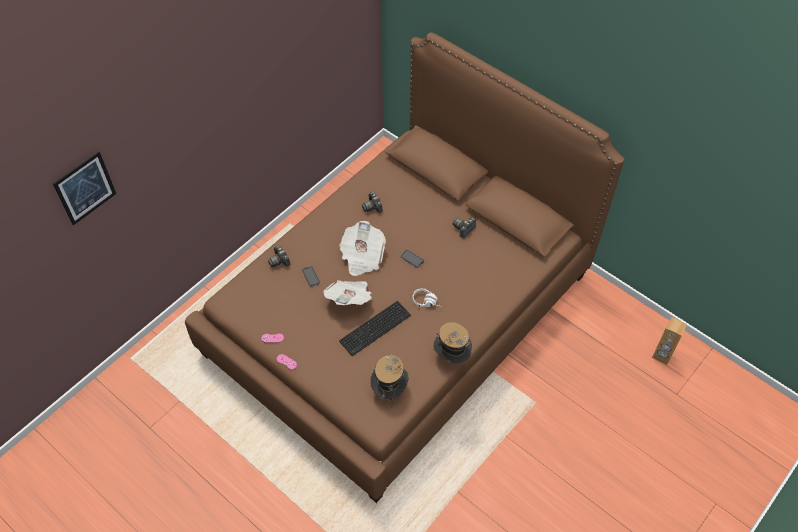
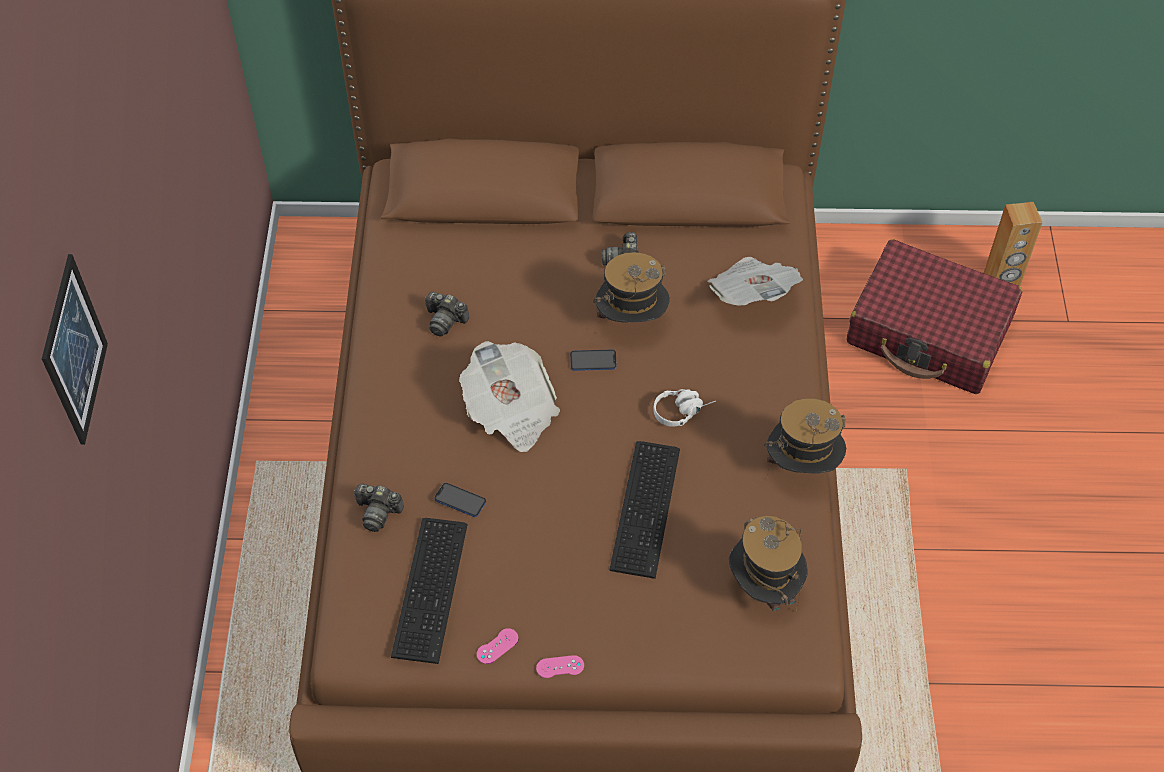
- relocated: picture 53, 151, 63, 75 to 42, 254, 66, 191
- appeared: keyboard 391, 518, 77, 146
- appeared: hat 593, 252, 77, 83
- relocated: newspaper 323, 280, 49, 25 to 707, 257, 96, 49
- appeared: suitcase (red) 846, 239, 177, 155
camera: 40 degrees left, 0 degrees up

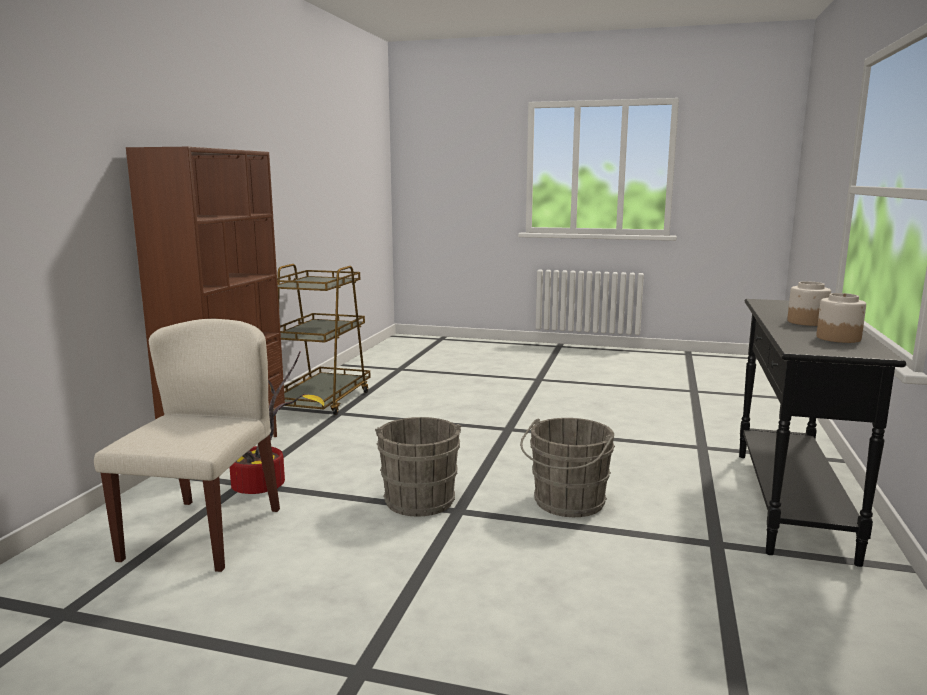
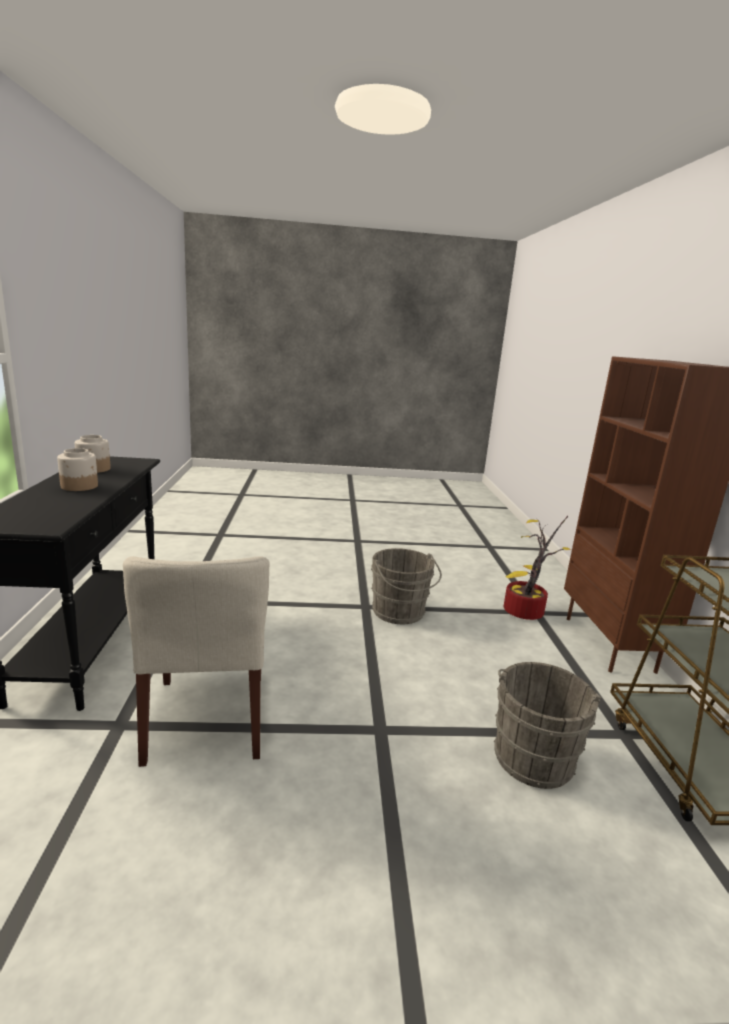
- relocated: chair (beige) 94, 319, 186, 253 to 123, 556, 146, 211
- relocated: bucket (grey) 520, 418, 95, 99 to 494, 662, 107, 127
camera: 160 degrees right, 5 degrees up

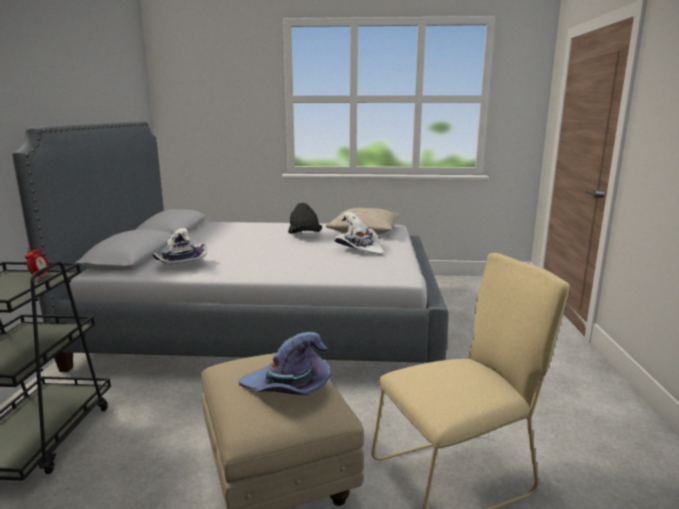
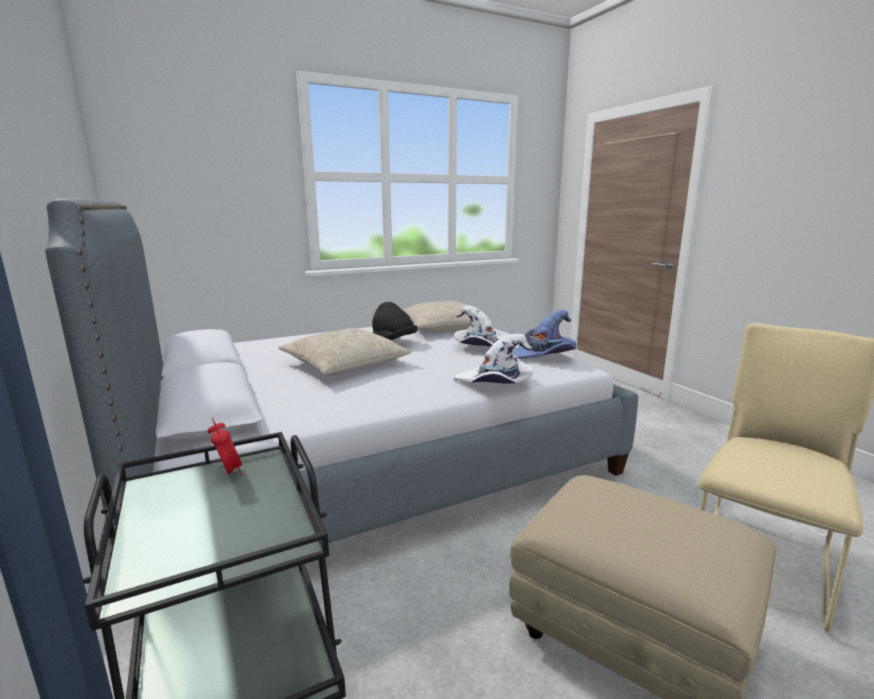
- appeared: pillow (beige) 278, 328, 134, 47
- relocated: hat (white) 153, 228, 54, 36 to 453, 334, 80, 49
- relocated: hat (purple) 239, 332, 91, 63 to 513, 310, 63, 49
camera: 30 degrees left, 0 degrees up

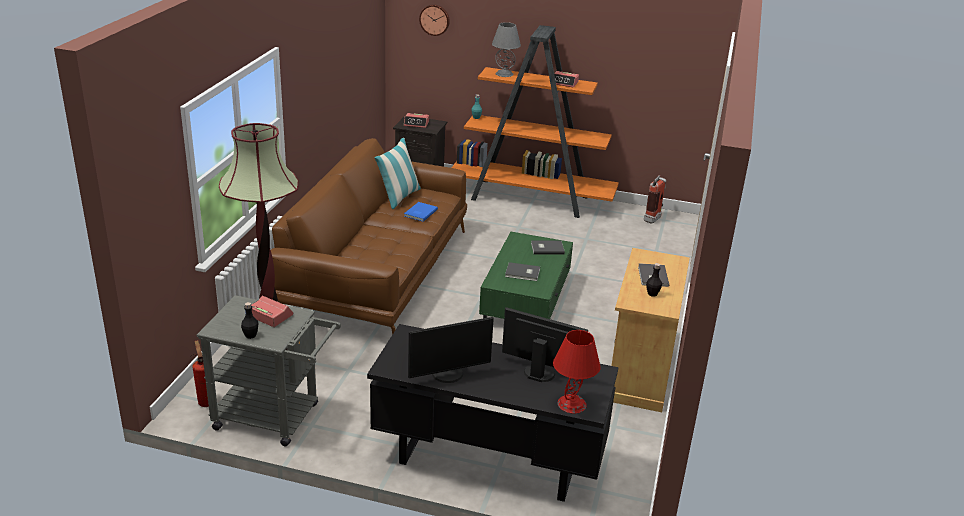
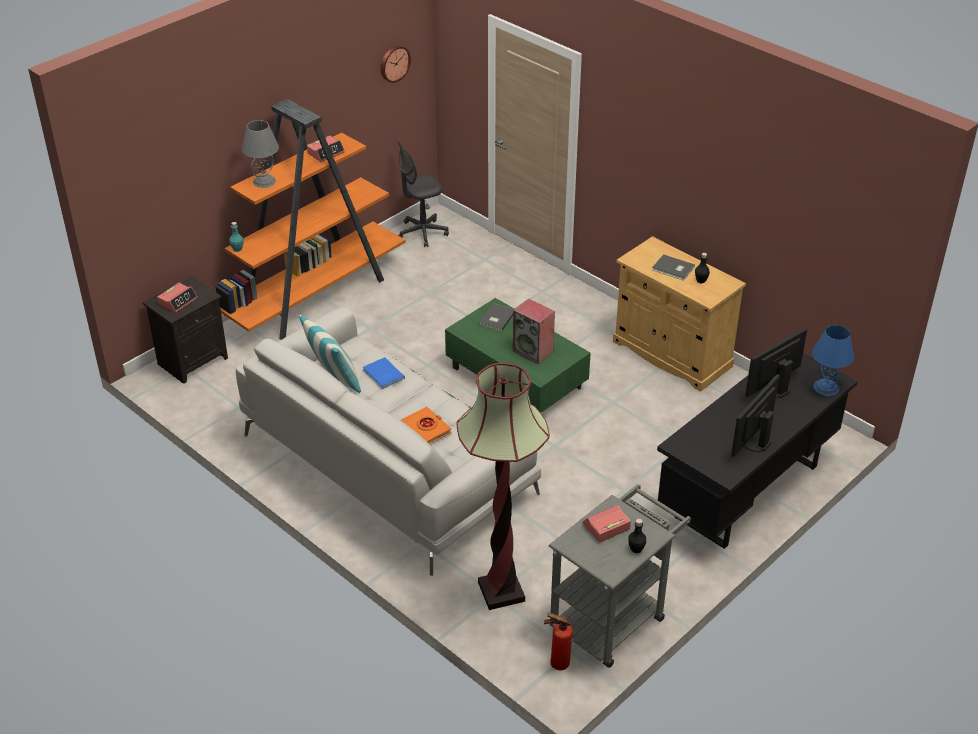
- colour: sofa (brown) 271, 138, 196, 197 to sofa (white) 236, 307, 305, 269
- relocated: wall clock 419, 4, 31, 32 to 381, 45, 30, 38
- exchanged: fire extinguisher 644, 175, 22, 48 to office chair (grey) 397, 140, 52, 107
- appeared: book (orange) 401, 407, 51, 37
- exchanged: book (grey) 505, 262, 35, 19 to speaker 513, 299, 42, 65
- spun: monitor 408, 317, 86, 66 = 731, 374, 49, 83 150 degrees counterclockwise
- colour: table lamp (red) 553, 330, 48, 84 to table lamp (blue) 812, 325, 42, 71
camera: 60 degrees left, 10 degrees up

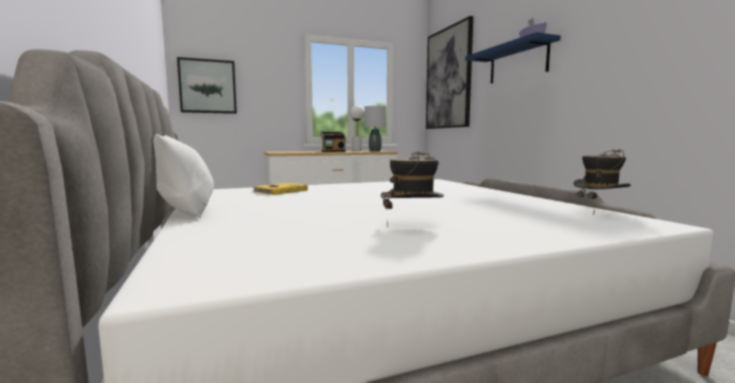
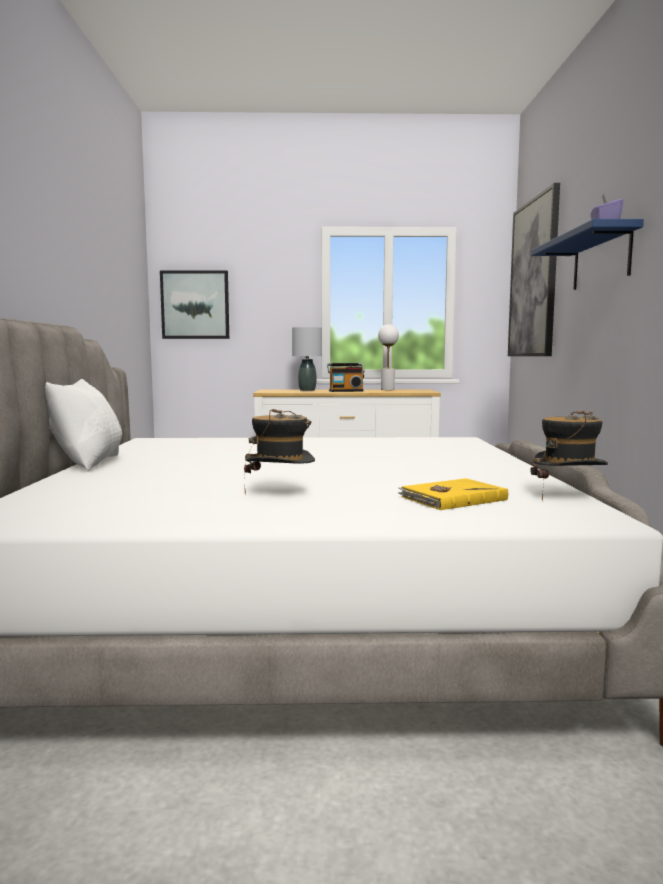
- relocated: table lamp (grey) 365, 106, 21, 46 to 292, 327, 30, 64
- relocated: book (yellow) 252, 183, 56, 12 to 398, 478, 110, 32
camera: 20 degrees right, 0 degrees up

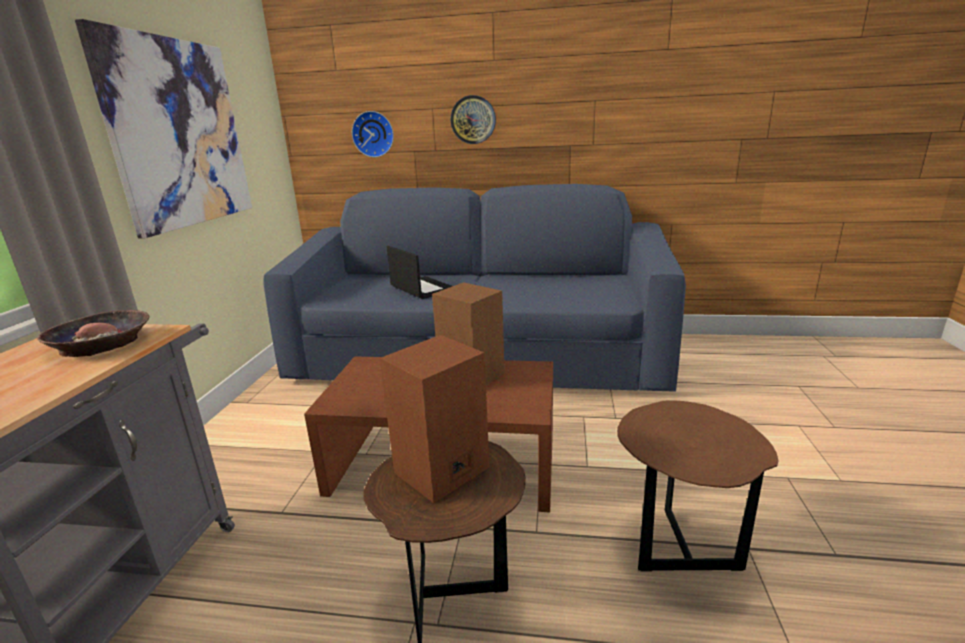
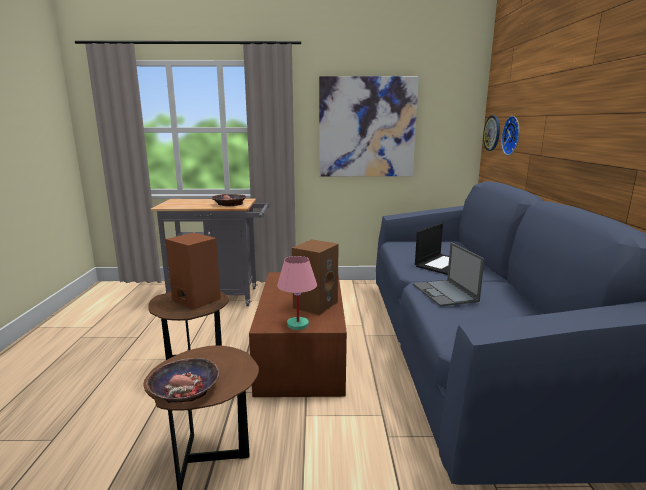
- appeared: bowl 146, 358, 74, 45
- appeared: table lamp (pink) 277, 256, 40, 74
- appeared: laptop 413, 242, 72, 65
- relocated: wall clock 451, 95, 45, 49 to 483, 115, 17, 36
camera: 80 degrees right, 5 degrees down

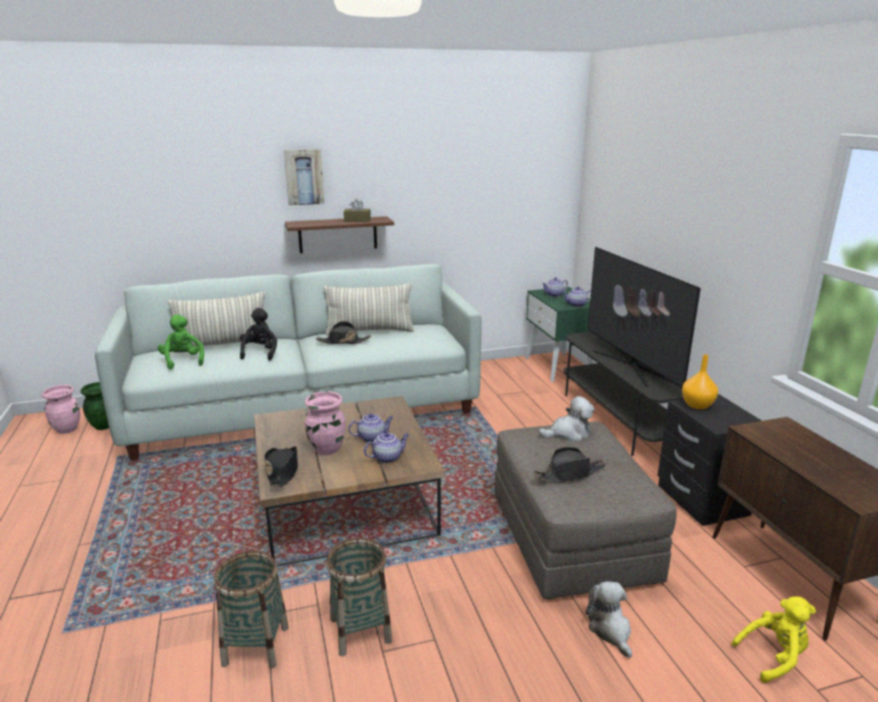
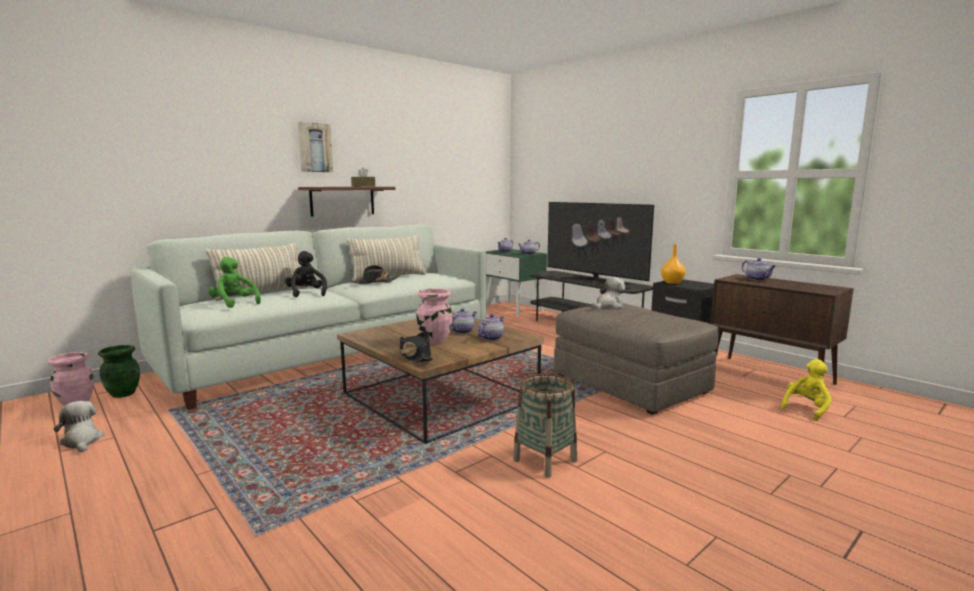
- relocated: plush toy 586, 581, 46, 77 to 54, 401, 50, 51
- appeared: teapot 742, 258, 34, 23
- missing: basket 214, 550, 75, 118
- missing: hat (black) 533, 447, 73, 36
camera: 25 degrees left, 10 degrees down

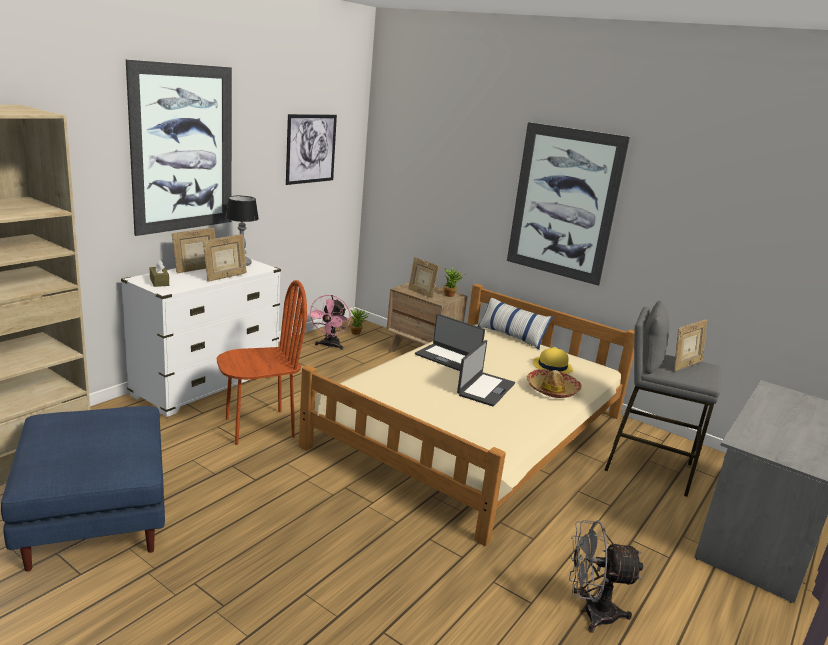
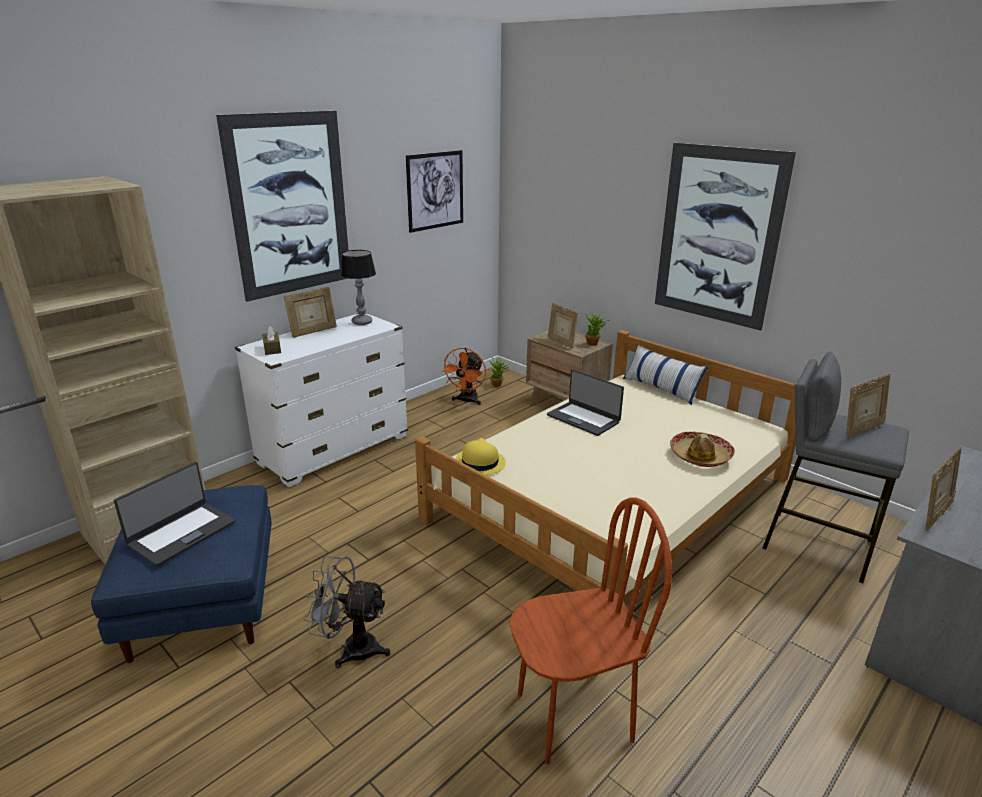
- relocated: laptop 457, 340, 58, 66 to 114, 462, 121, 104
- relocated: fan (grey) 569, 520, 74, 113 to 303, 556, 88, 112
- colour: fan (pink) 308, 295, 43, 55 to fan (orange) 441, 348, 45, 57
- relocated: hat (yellow) 533, 347, 40, 27 to 456, 438, 50, 37
- relocated: chair (brown) 217, 280, 90, 165 to 509, 497, 163, 267
- relocated: picture frame 203, 234, 44, 48 to 925, 446, 37, 85
camera: 10 degrees right, 5 degrees up

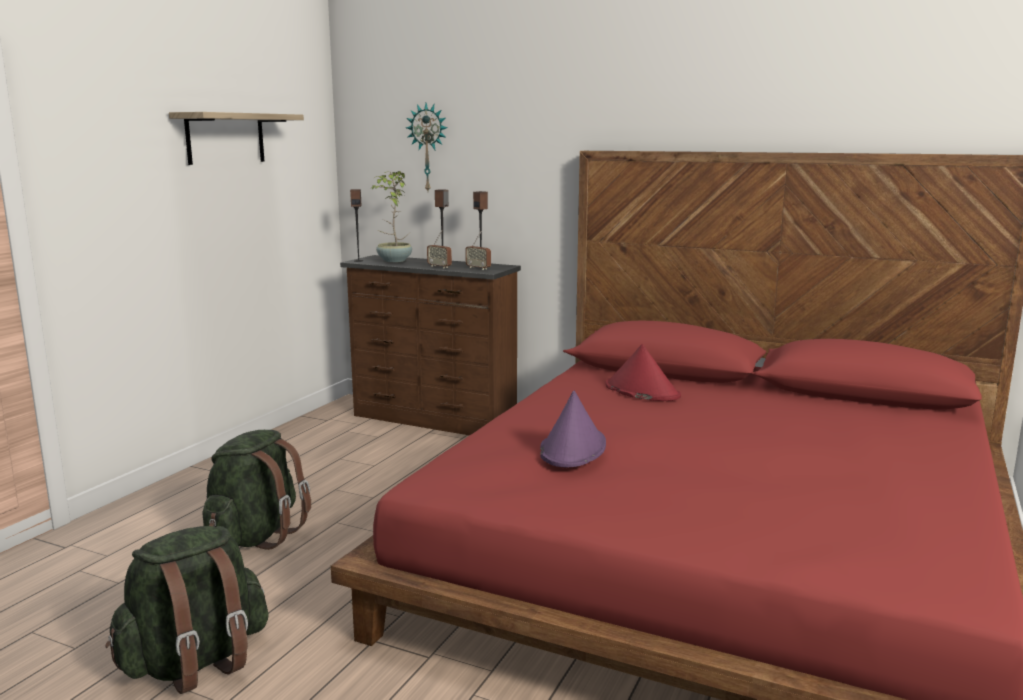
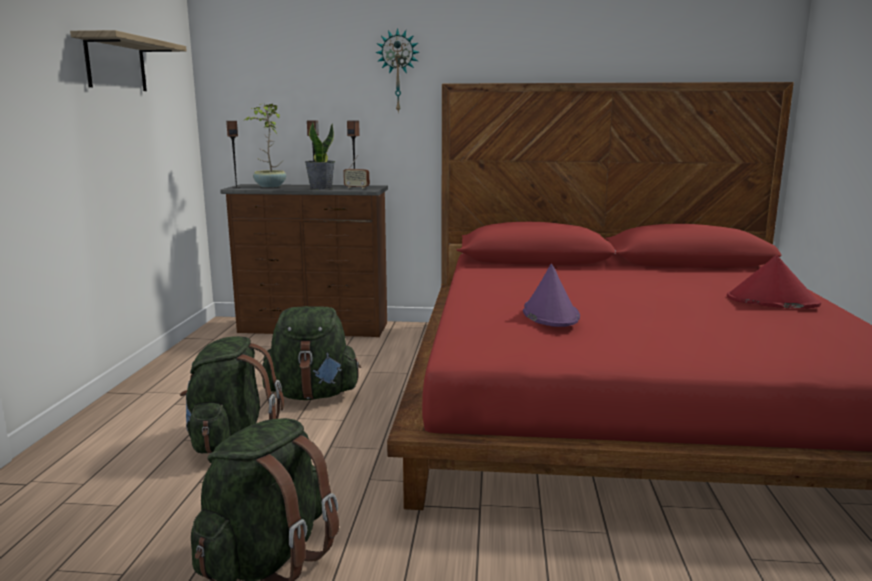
- appeared: backpack (green) 262, 306, 99, 94
- exchanged: radio 427, 230, 25, 39 to potted plant 305, 121, 30, 69
- relocated: wall clock 406, 103, 42, 88 to 375, 28, 44, 86
- relocated: hat (red) 605, 344, 76, 57 to 727, 255, 94, 54
camera: 20 degrees left, 0 degrees up

